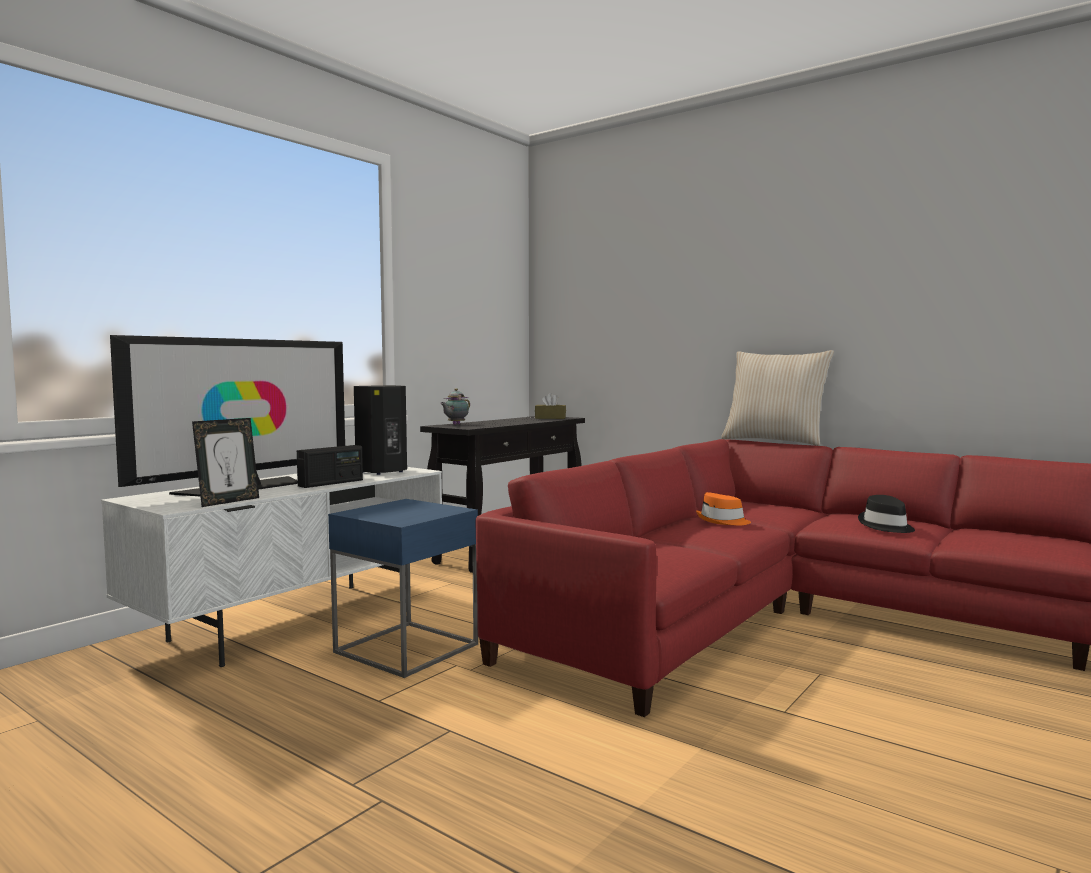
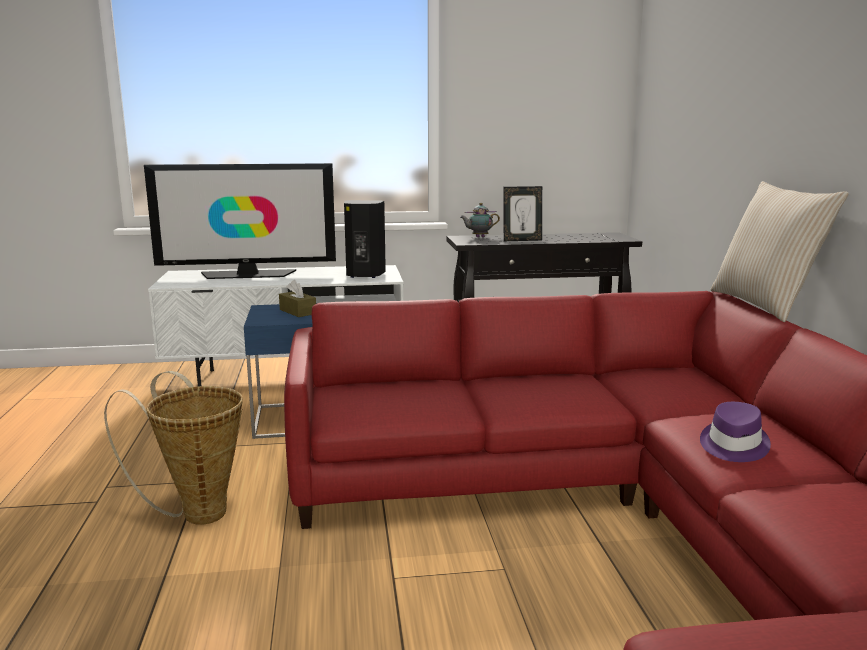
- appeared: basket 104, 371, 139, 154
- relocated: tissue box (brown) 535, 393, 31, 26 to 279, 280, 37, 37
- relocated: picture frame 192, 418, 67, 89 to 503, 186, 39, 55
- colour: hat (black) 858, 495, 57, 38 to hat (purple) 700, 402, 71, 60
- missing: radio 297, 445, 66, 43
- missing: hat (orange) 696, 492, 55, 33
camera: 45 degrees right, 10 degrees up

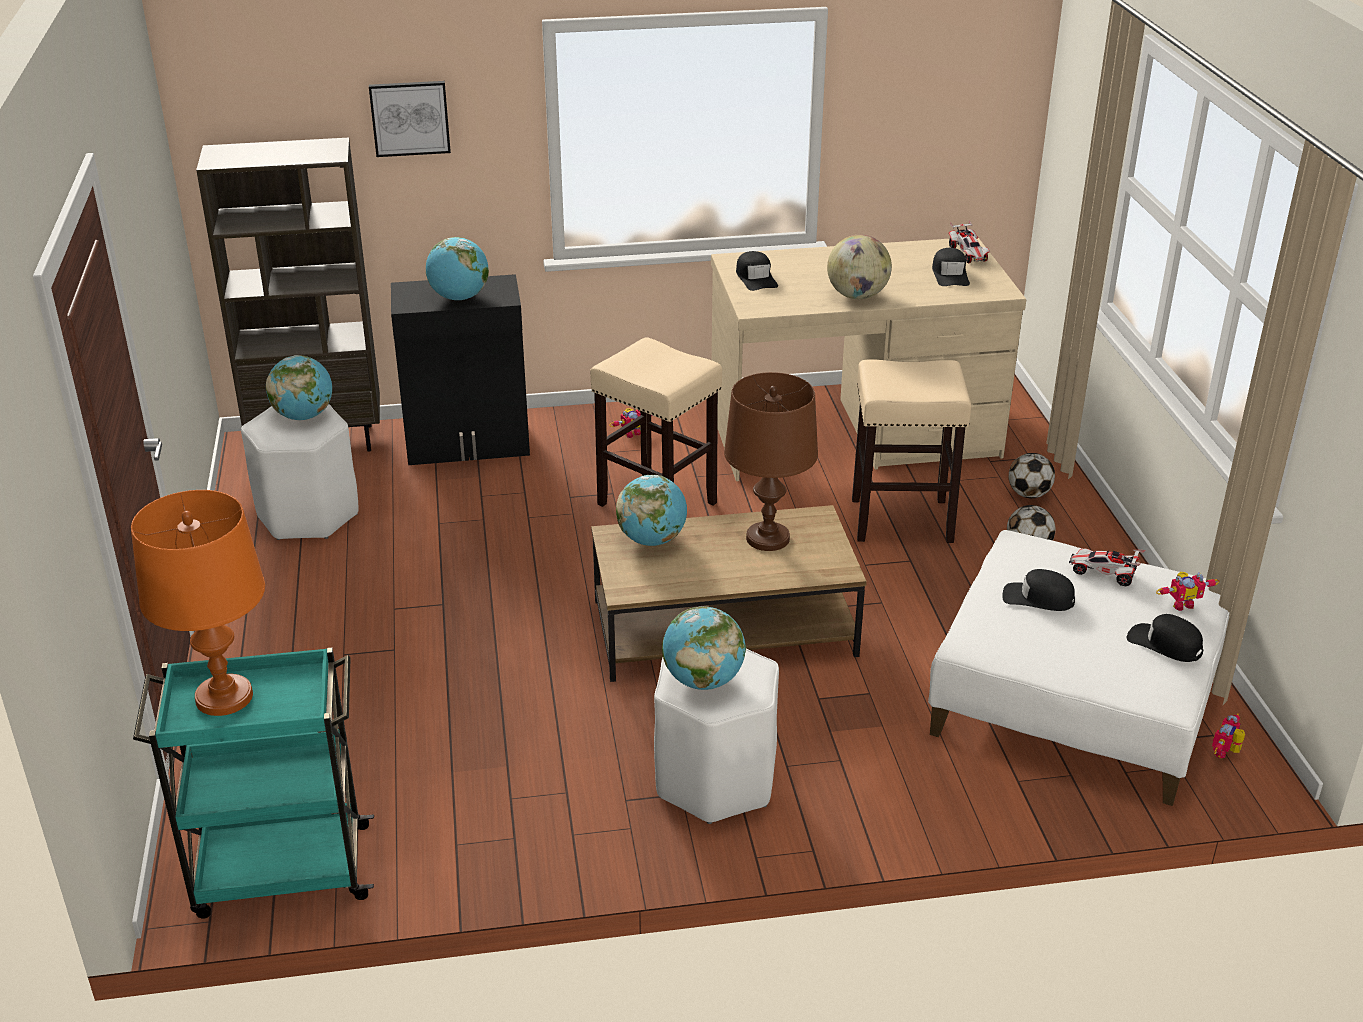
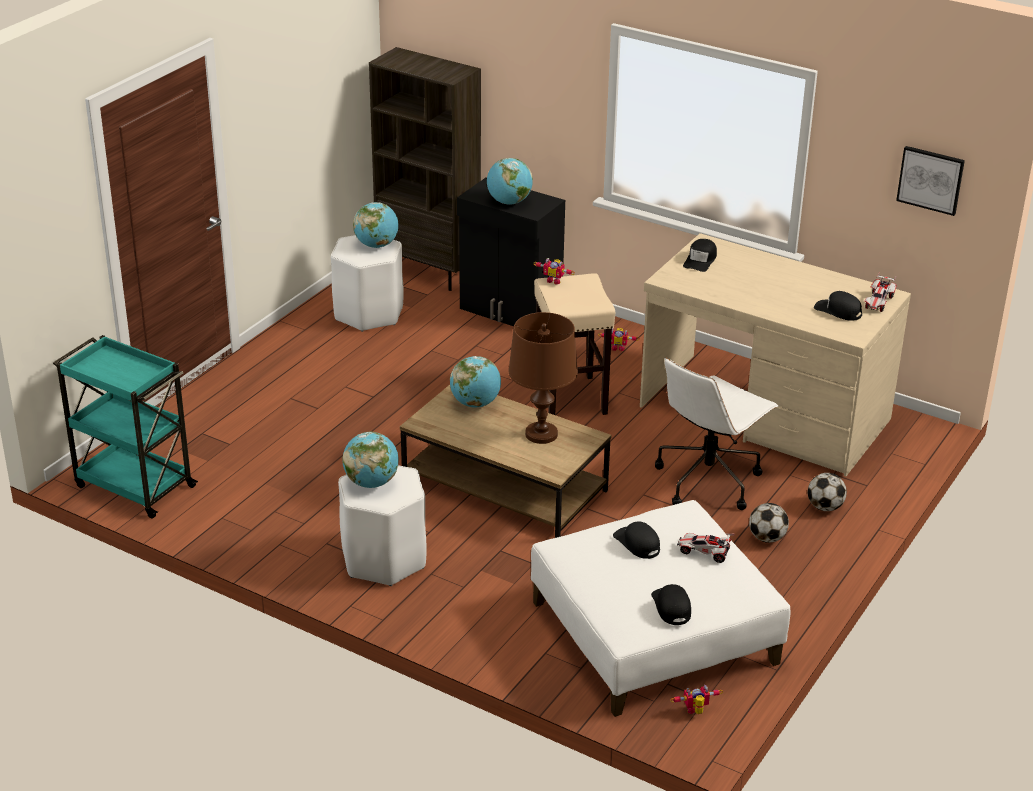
- relocated: toy robot 1156, 572, 63, 39 to 534, 258, 41, 27
- exchanged: stool (beige) 852, 360, 119, 183 to office chair (white) 655, 358, 124, 152
- spun: toy car 1069, 549, 77, 37 = 677, 533, 58, 30 45 degrees counterclockwise
- spun: cap (black) 932, 248, 38, 38 = 814, 291, 48, 30 90 degrees clockwise
- relocated: picture 369, 81, 82, 76 to 896, 146, 69, 70
- missing: table lamp (orange) 131, 490, 134, 226
- missing: globe 827, 235, 65, 64
camera: 40 degrees right, 0 degrees up

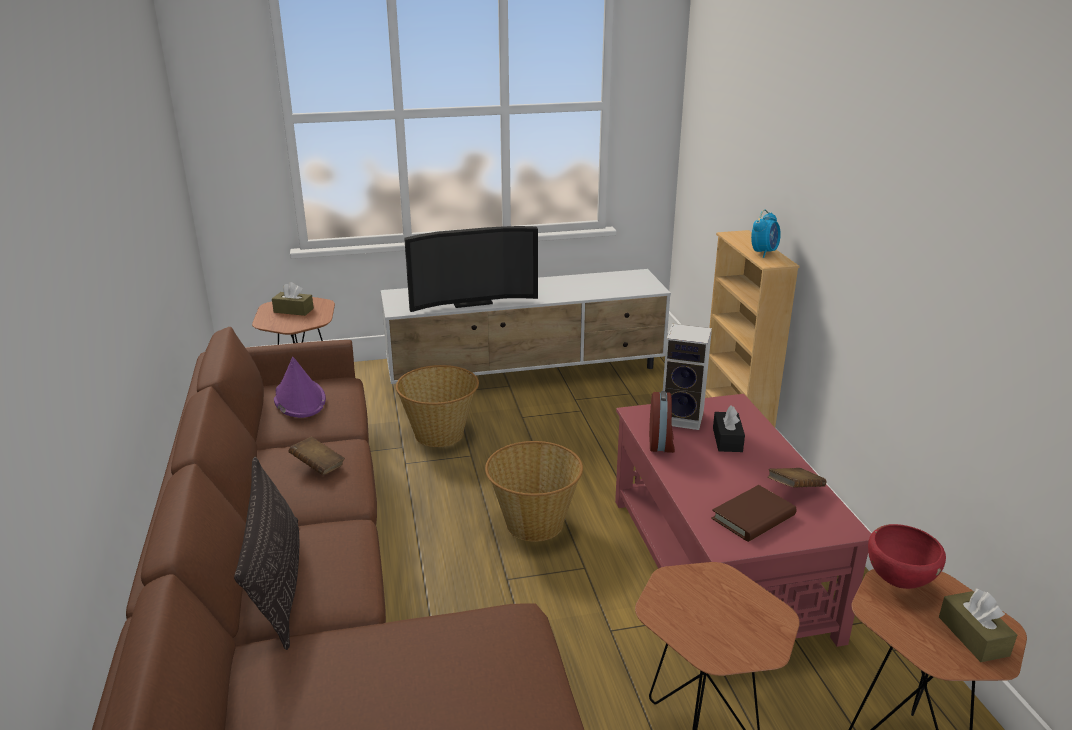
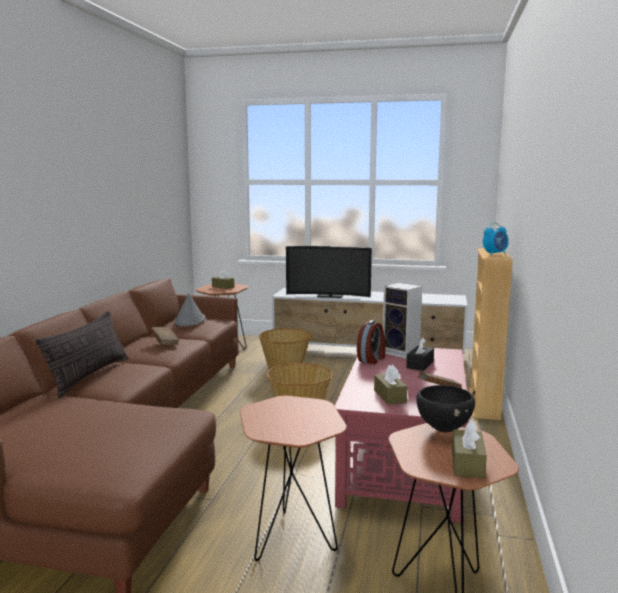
- colour: hat (purple) 274, 357, 52, 61 to hat (grey) 174, 293, 31, 33
- exchanged: book (brown) 711, 485, 85, 57 to tissue box (brown) 374, 365, 33, 39
- colour: bowl (red) 868, 524, 78, 65 to bowl (black) 416, 385, 59, 47
camera: 25 degrees right, 15 degrees down

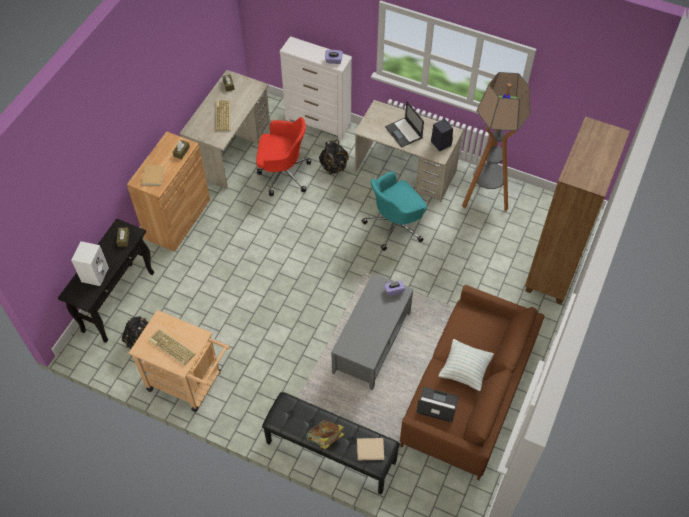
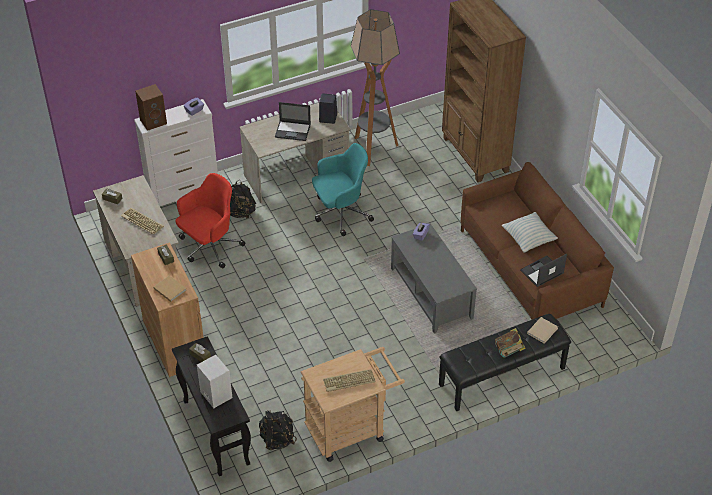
- appeared: speaker (brown) 135, 84, 32, 47
- spun: office chair (turquoise) 362, 171, 65, 80 = 312, 143, 62, 93 120 degrees counterclockwise
camera: 50 degrees left, 10 degrees down

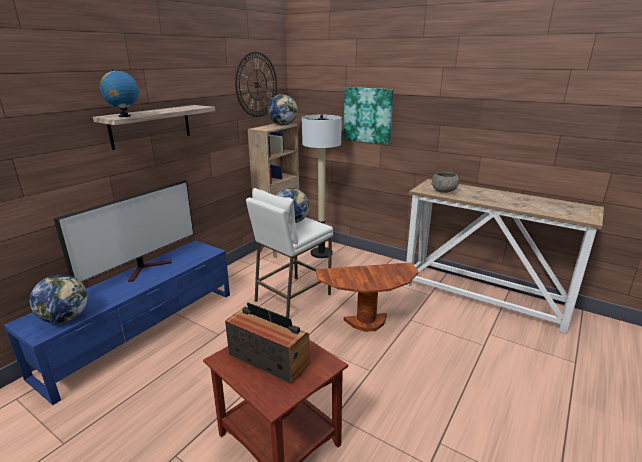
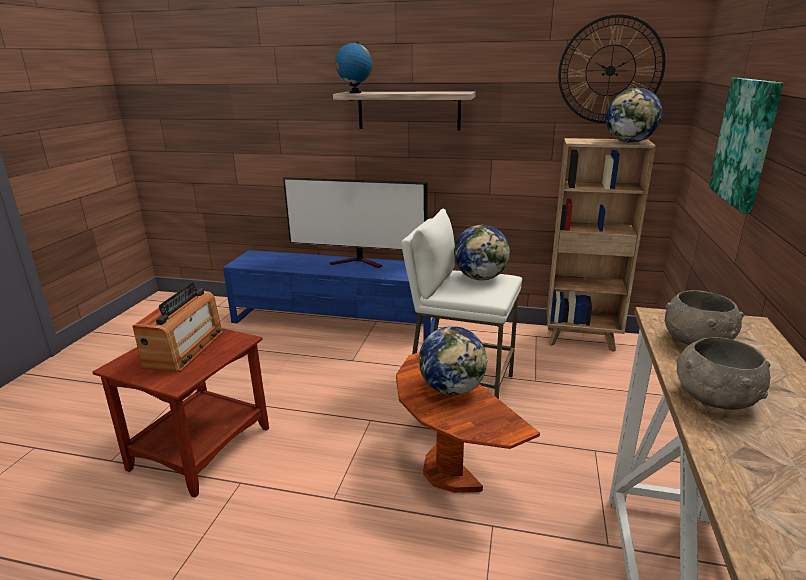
- relocated: globe 30, 275, 57, 48 to 419, 326, 69, 69
- appeared: bowl (grey) 676, 337, 94, 73
- missing: floor lamp 302, 115, 40, 143
camera: 70 degrees right, 0 degrees up

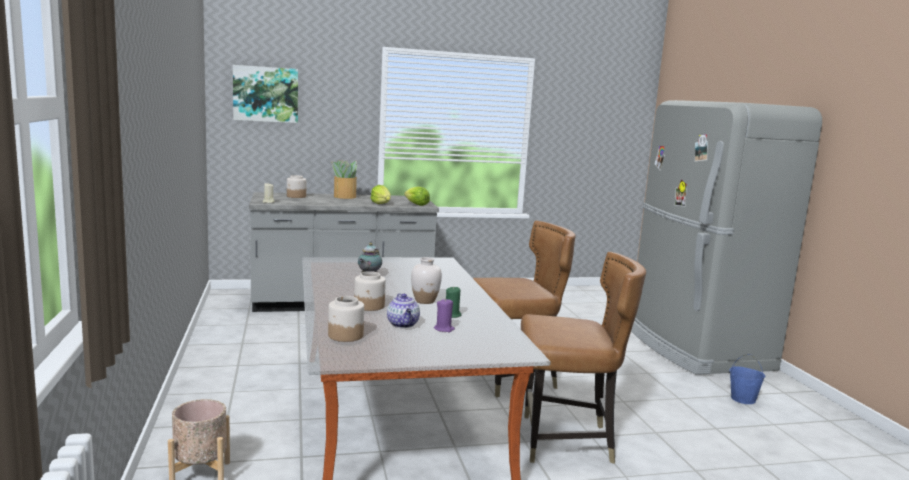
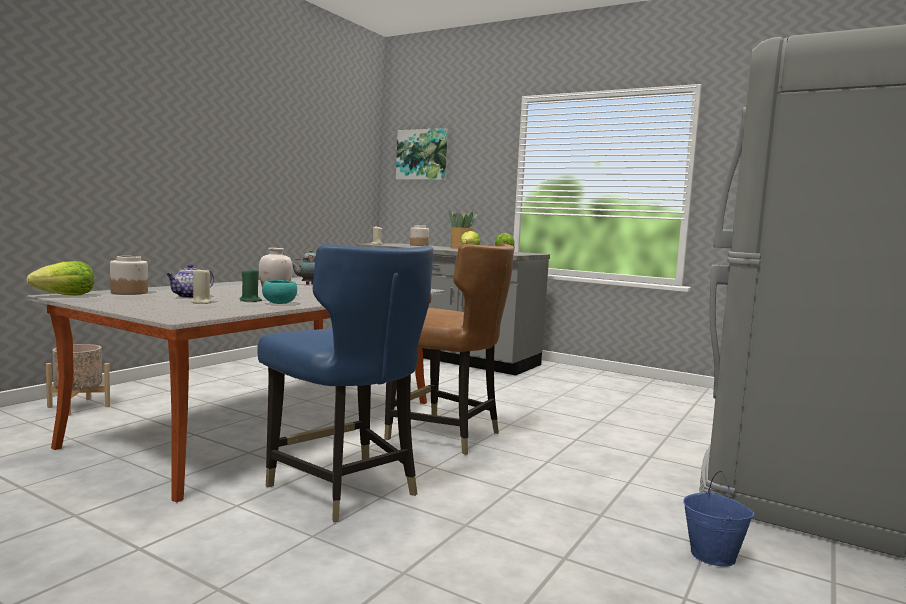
- appeared: lettuce 27, 261, 67, 35
- colour: candle (purple) 434, 298, 21, 34 to candle (beige) 191, 270, 22, 34
- colour: chair (brown) 521, 252, 125, 212 to chair (blue) 257, 244, 177, 278
- appeared: bowl (turquoise) 262, 280, 35, 24
- missing: jar 354, 271, 32, 40
camera: 45 degrees right, 5 degrees down

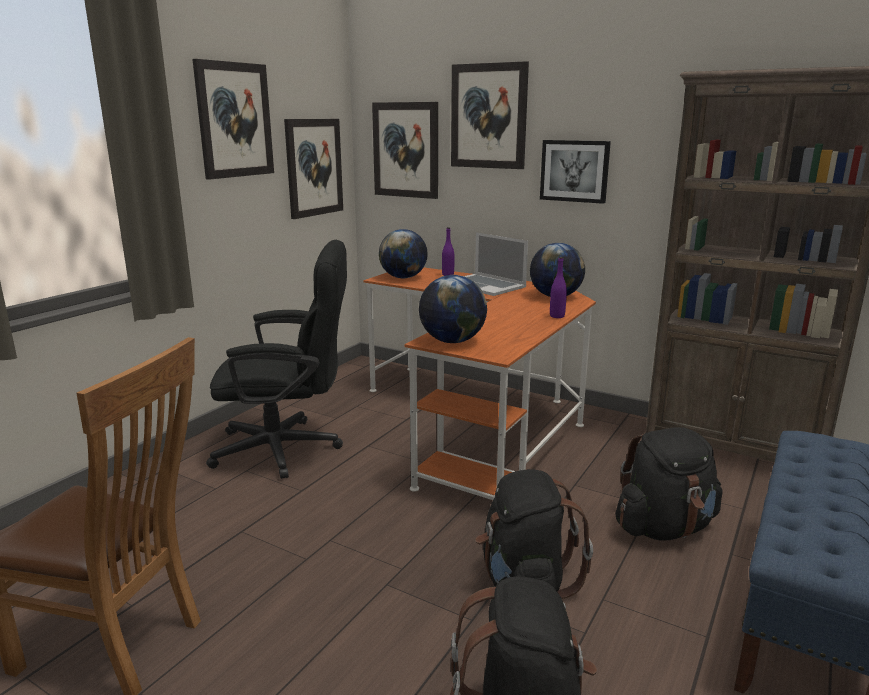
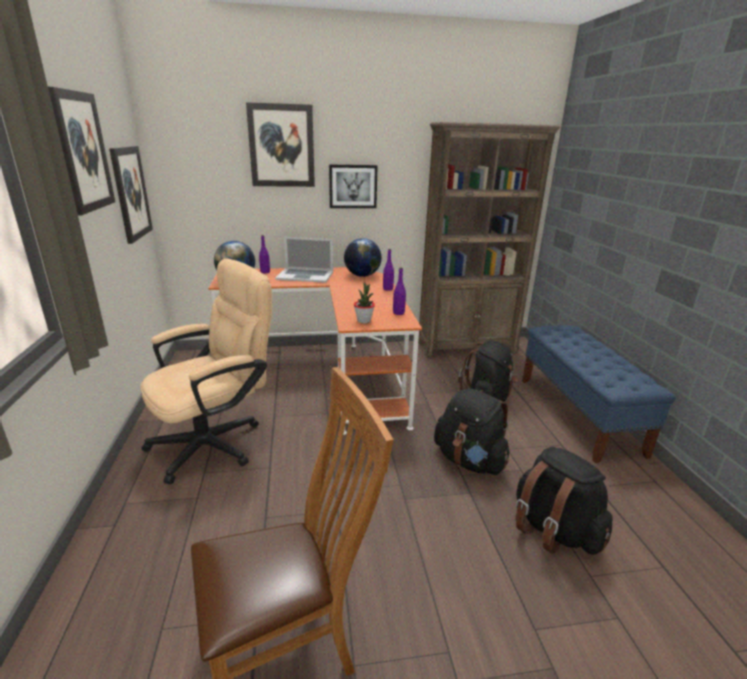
- colour: office chair (black) 206, 240, 141, 239 to office chair (beige) 140, 258, 132, 226
- exchanged: globe 419, 275, 68, 68 to potted plant 354, 283, 21, 40
- appeared: bottle (purple) 393, 267, 13, 48
- missing: picture 372, 102, 66, 97
camera: 40 degrees left, 5 degrees up

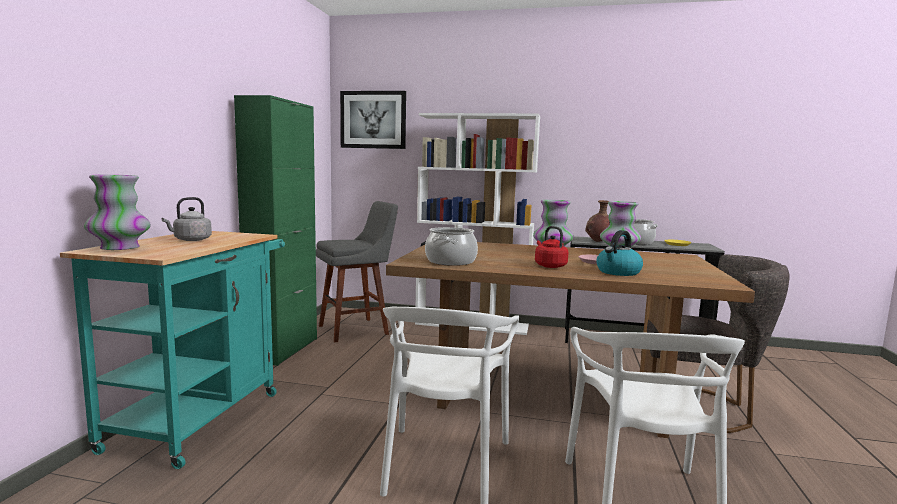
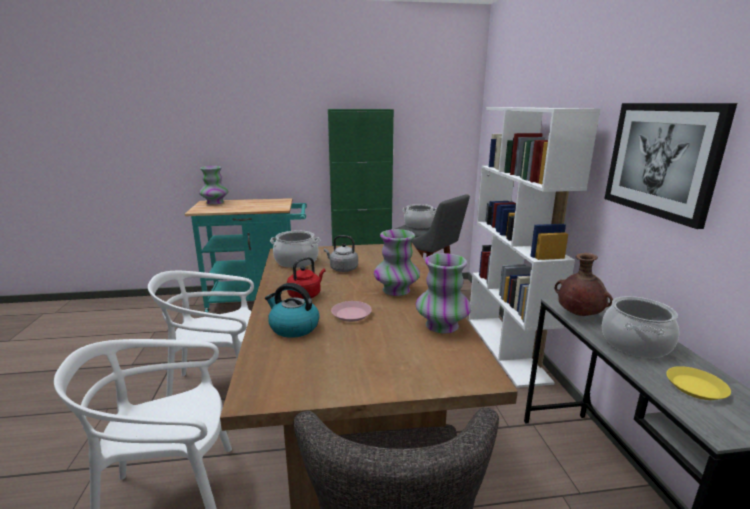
- relocated: kettle (grey) 162, 197, 50, 44 to 324, 235, 34, 37
- appeared: cooking pot 403, 204, 34, 25
- relocated: picture 340, 91, 66, 58 to 604, 103, 133, 126
camera: 70 degrees right, 10 degrees up

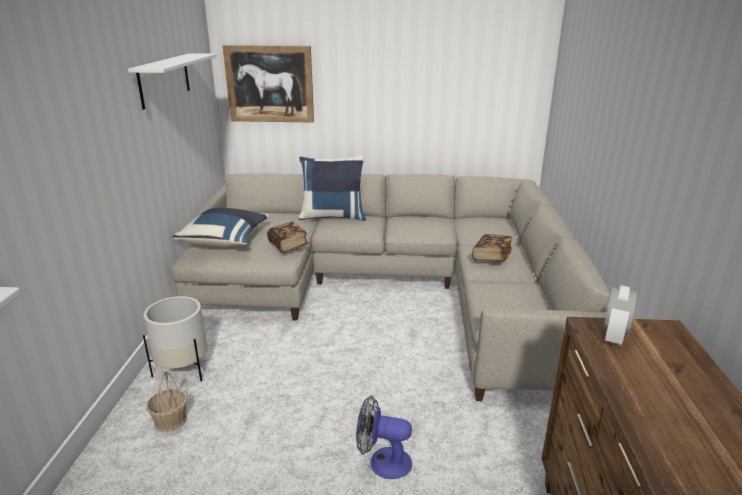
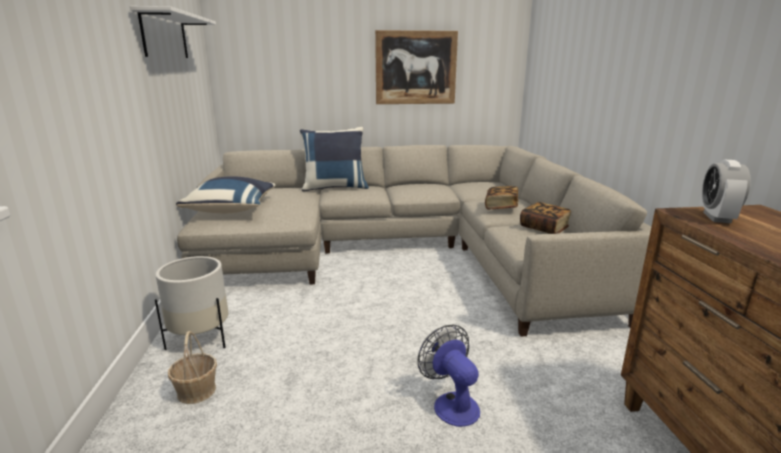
- relocated: picture 223, 45, 91, 78 to 375, 30, 83, 74
- spun: fan 356, 395, 56, 84 = 418, 325, 62, 102 60 degrees clockwise
- relocated: book 267, 222, 42, 31 to 520, 202, 51, 32
camera: 10 degrees left, 5 degrees down

